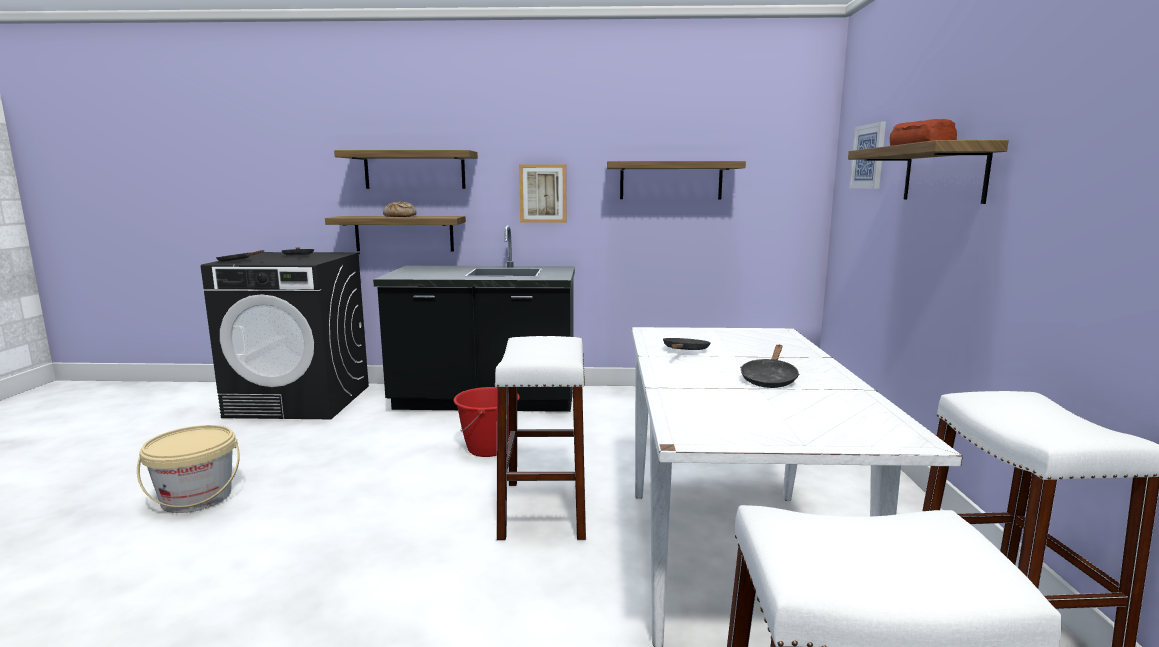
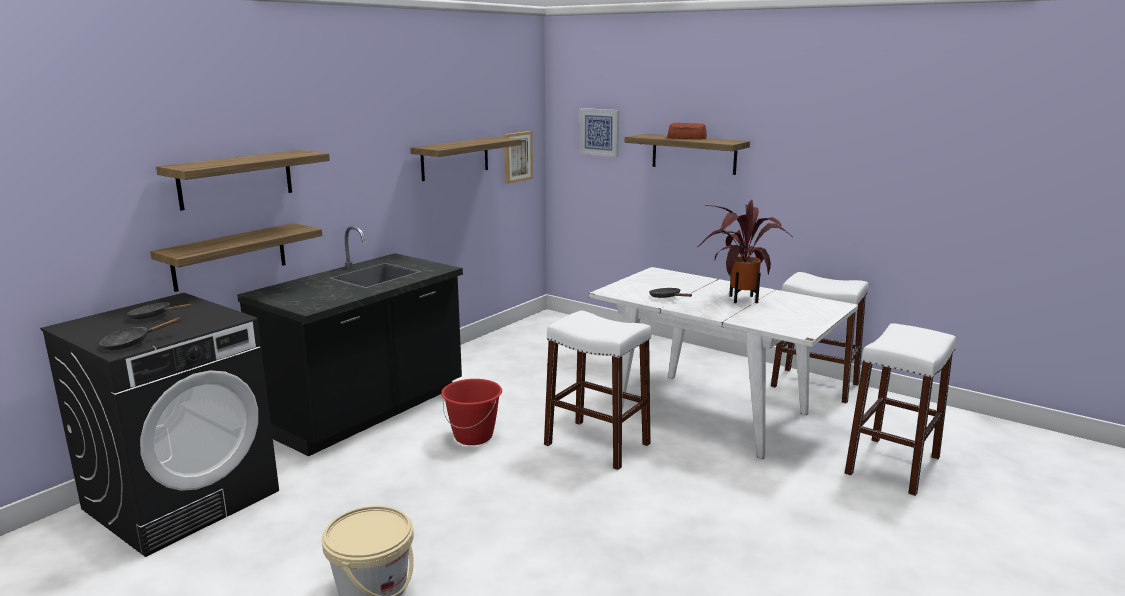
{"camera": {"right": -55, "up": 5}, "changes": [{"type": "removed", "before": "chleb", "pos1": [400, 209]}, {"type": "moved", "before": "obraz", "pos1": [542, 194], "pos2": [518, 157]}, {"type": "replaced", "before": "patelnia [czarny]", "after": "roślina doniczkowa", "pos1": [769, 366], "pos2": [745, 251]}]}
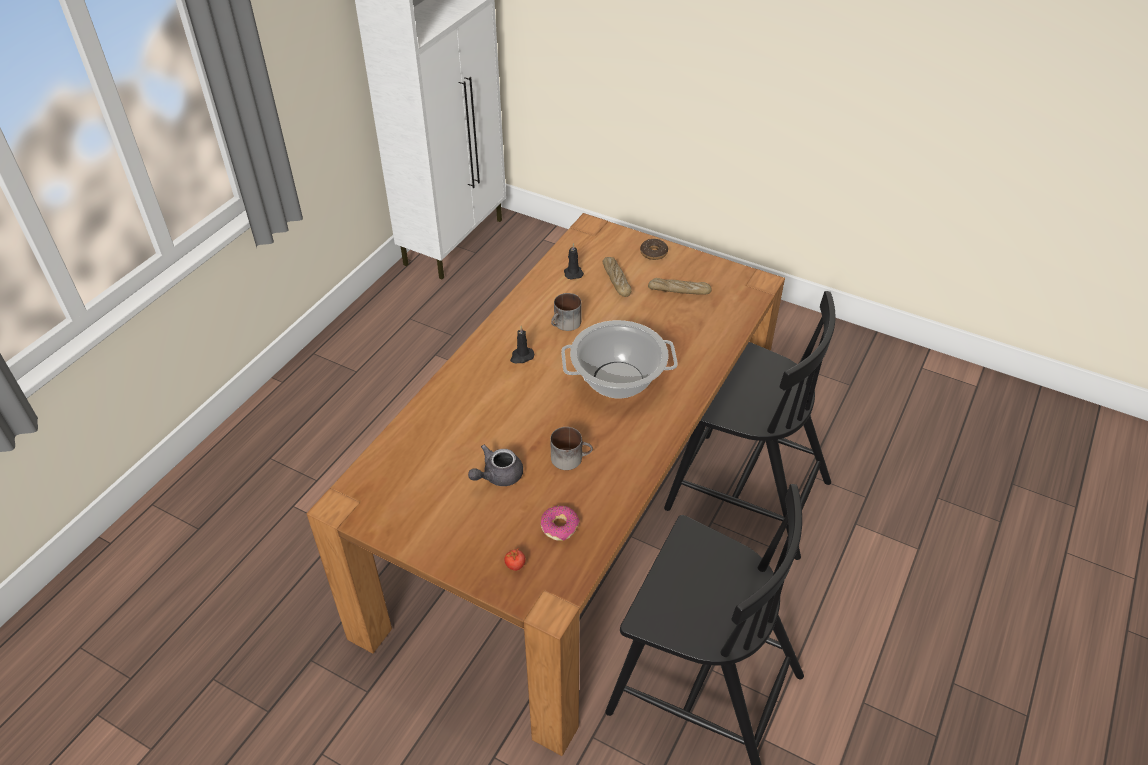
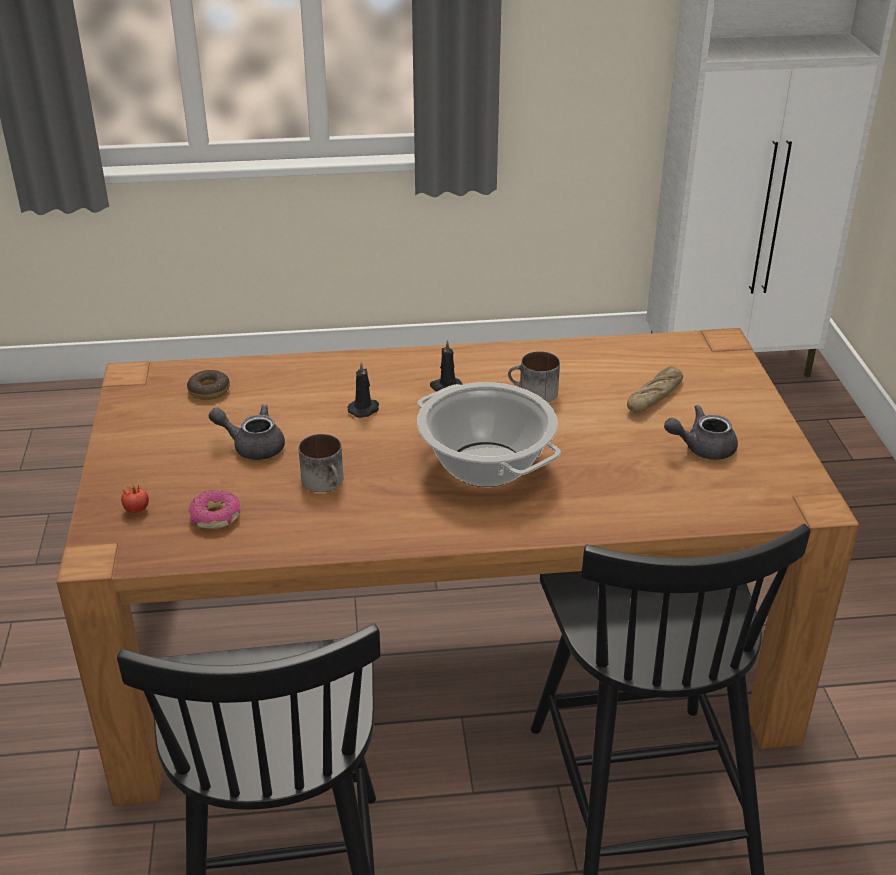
{"camera": {"right": 55, "up": -10}, "changes": [{"type": "moved", "before": "świeca [czarny]", "pos1": [574, 261], "pos2": [363, 389]}, {"type": "moved", "before": "donut", "pos1": [654, 249], "pos2": [208, 385]}, {"type": "replaced", "before": "chleb", "after": "imbryk [szary]", "pos1": [680, 286], "pos2": [701, 432]}]}
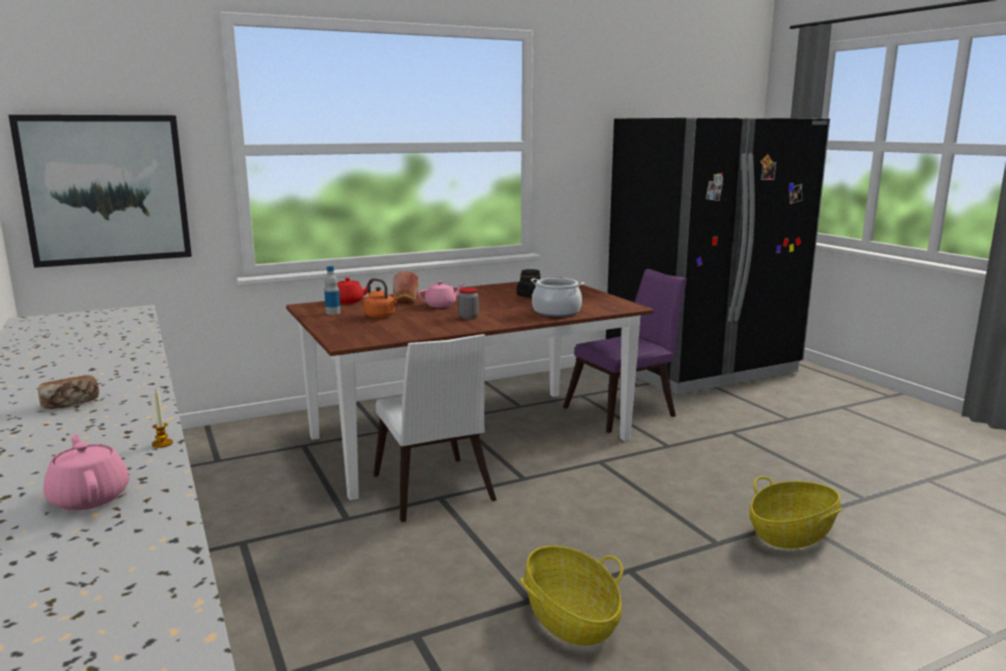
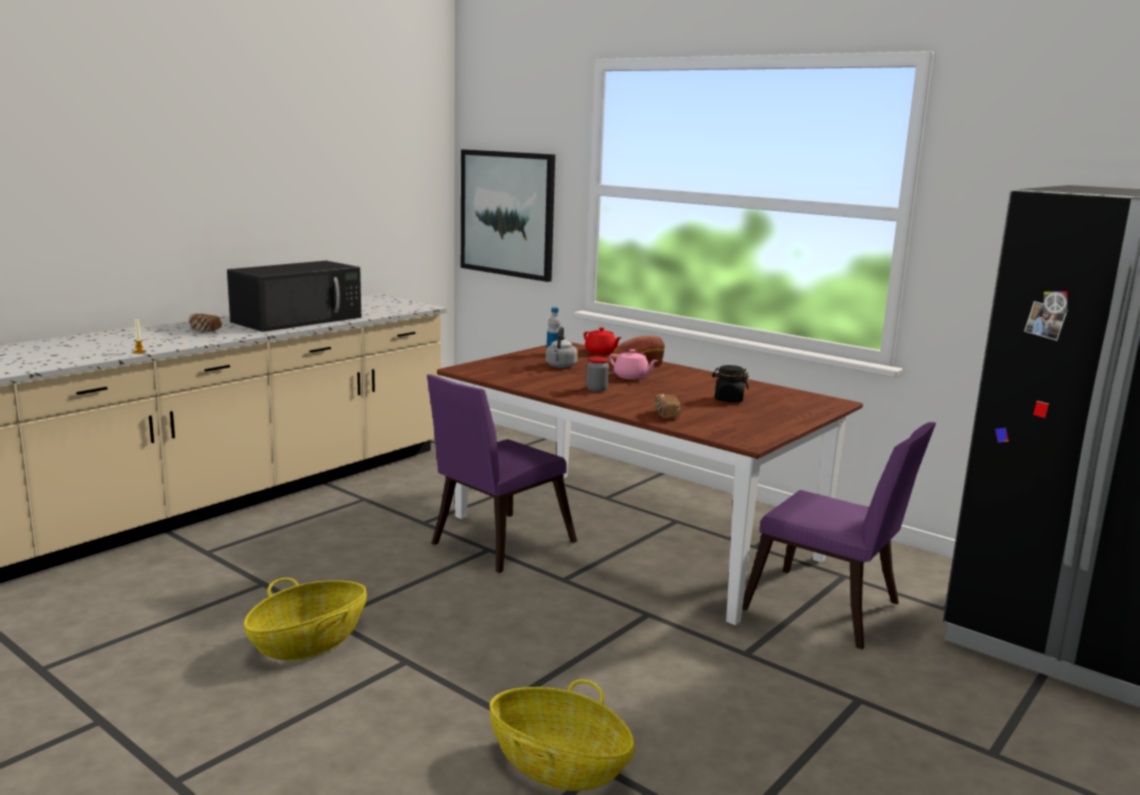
{"camera": {"right": 65, "up": 0}, "changes": [{"type": "removed", "before": "imbryk [różowy]", "pos1": [86, 472]}, {"type": "recoloured", "before": "czajnik [pomarańczowy]", "after": "czajnik [szary]", "pos1": [380, 298], "pos2": [562, 347]}, {"type": "recoloured", "before": "krzesło [biały]", "after": "krzesło [fioletowy]", "pos1": [435, 428], "pos2": [502, 473]}, {"type": "replaced", "before": "garnek", "after": "chleb", "pos1": [557, 297], "pos2": [667, 406]}, {"type": "added", "after": "mikrofalówka [czarny]", "pos2": [294, 296]}]}
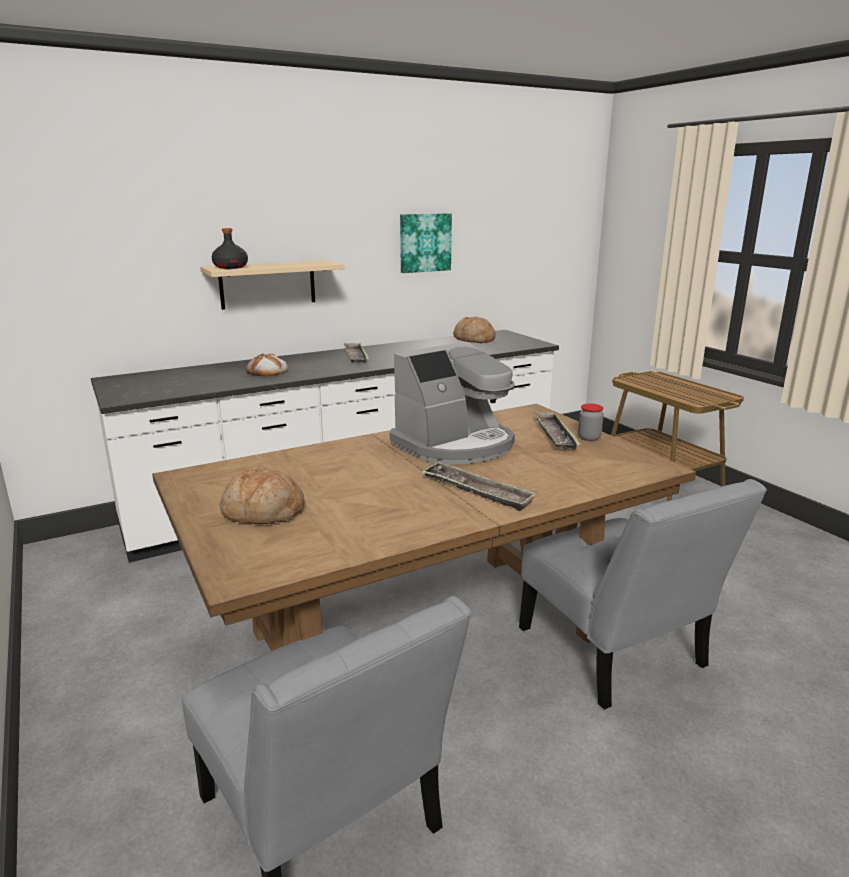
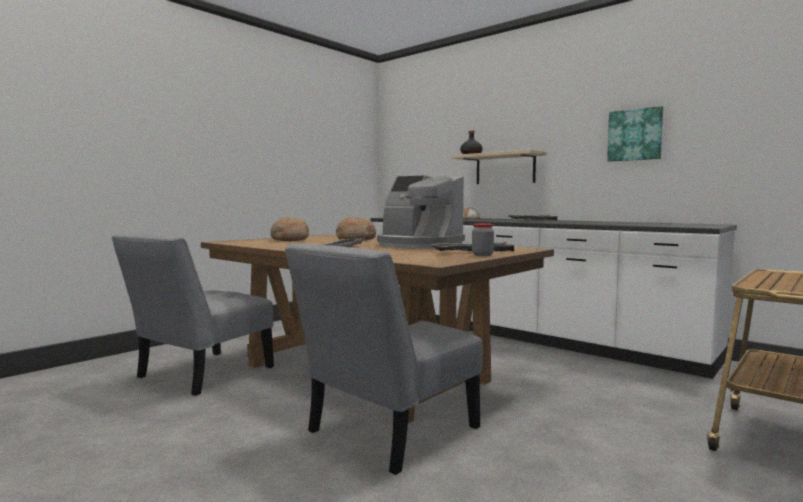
{"camera": {"right": 70, "up": -15}, "changes": [{"type": "moved", "before": "chleb", "pos1": [474, 329], "pos2": [356, 228]}]}
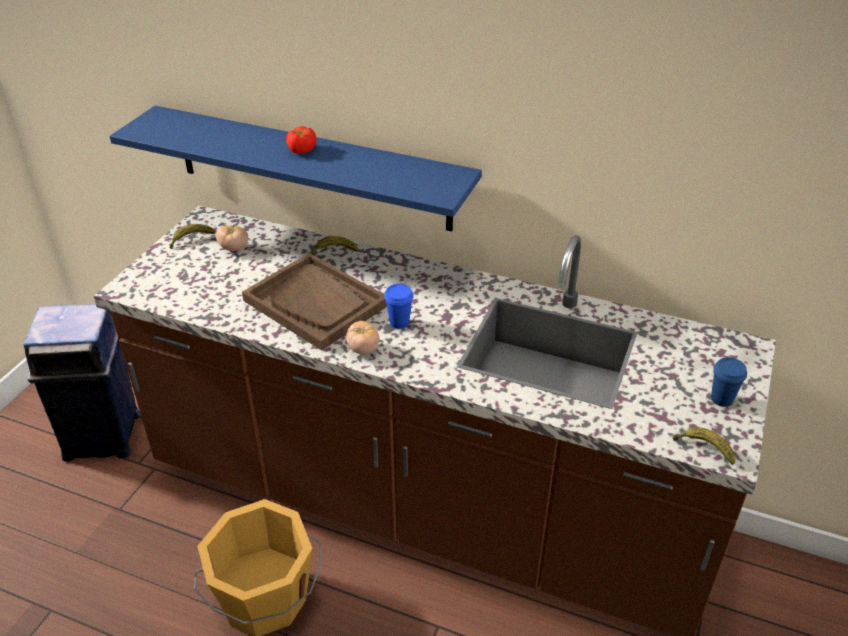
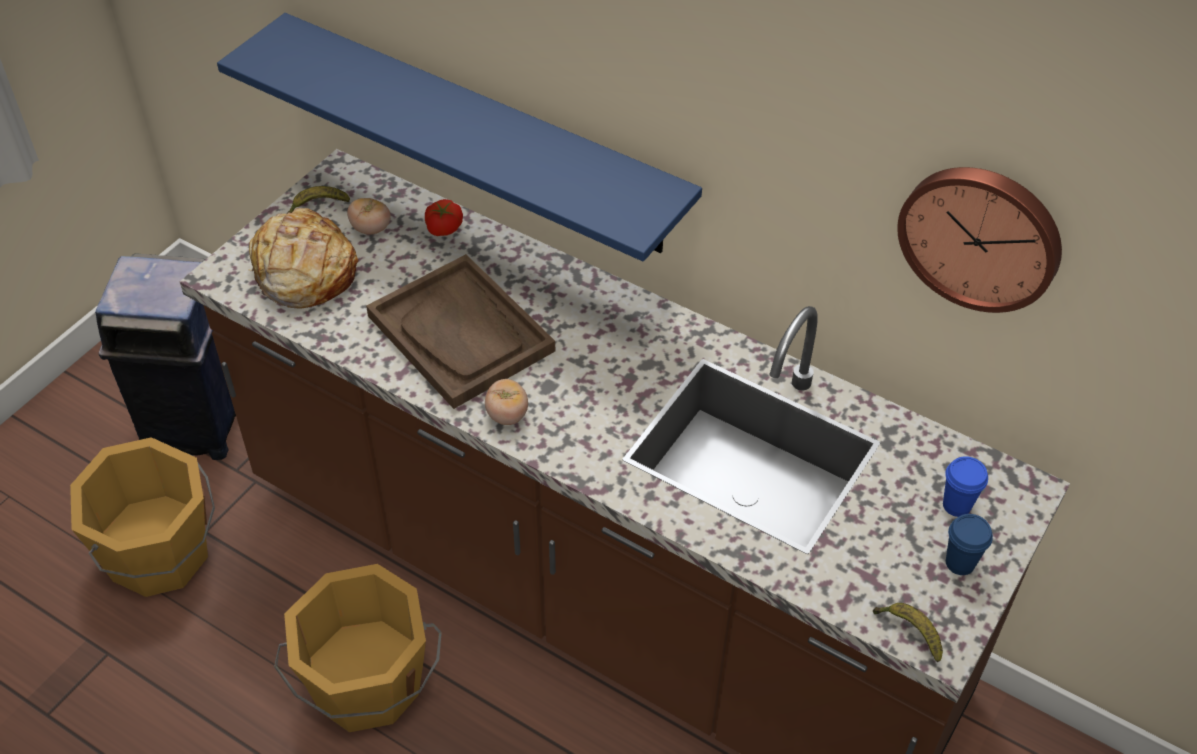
{"camera": {"right": 10, "up": 10}, "changes": [{"type": "moved", "before": "pomidor", "pos1": [301, 140], "pos2": [444, 217]}, {"type": "removed", "before": "banan", "pos1": [334, 245]}, {"type": "moved", "before": "filiżanka [niebieski]", "pos1": [398, 306], "pos2": [965, 486]}, {"type": "added", "after": "wiadro [pomarańczowy]", "pos2": [142, 517]}, {"type": "added", "after": "chleb", "pos2": [304, 258]}, {"type": "added", "after": "zegar ścienny", "pos2": [979, 240]}]}
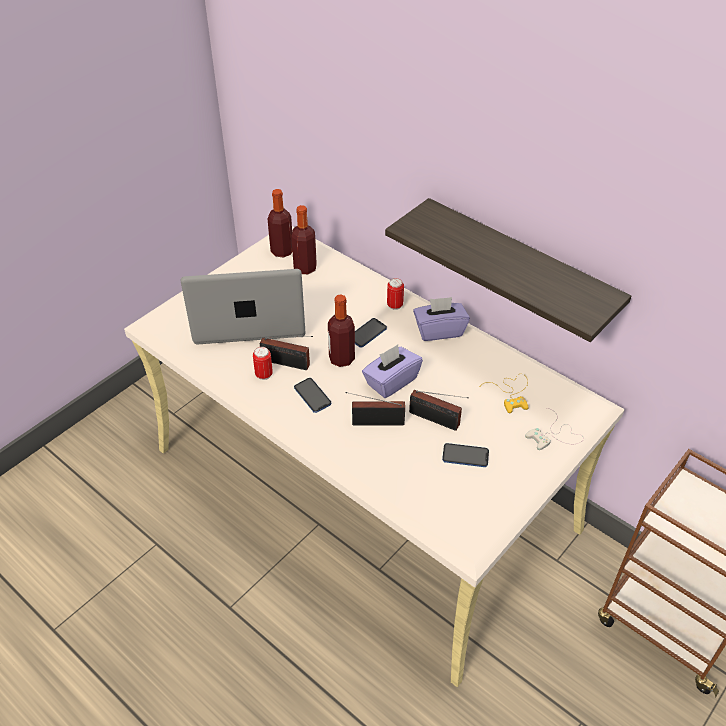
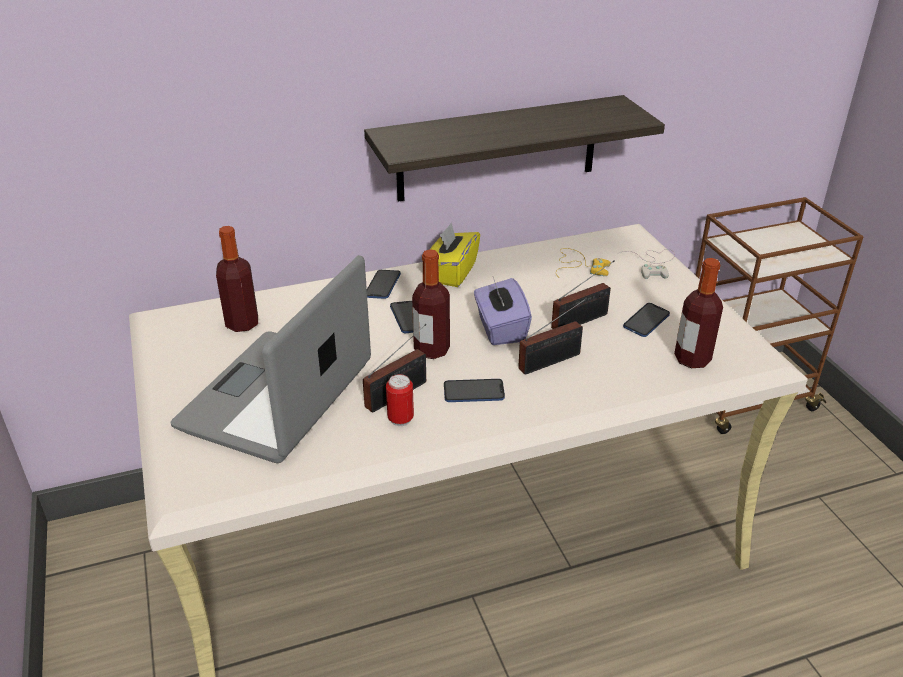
{"camera": {"right": -60, "up": -10}, "changes": [{"type": "moved", "before": "butelka", "pos1": [280, 223], "pos2": [698, 313]}, {"type": "turned", "before": "radio", "pos1": [375, 409], "pos2": [552, 336], "turn": -150}, {"type": "replaced", "before": "puszka", "after": "telefon", "pos1": [395, 294], "pos2": [384, 284]}, {"type": "recoloured", "before": "pudełko chusteczek [fioletowy]", "after": "pudełko chusteczek [żółty]", "pos1": [441, 319], "pos2": [455, 254]}]}
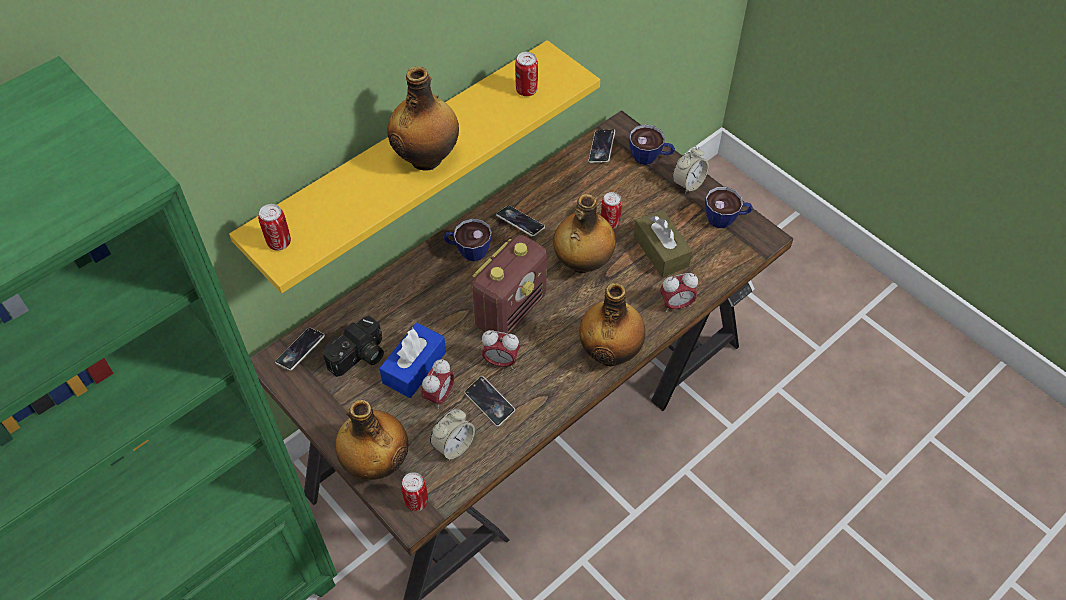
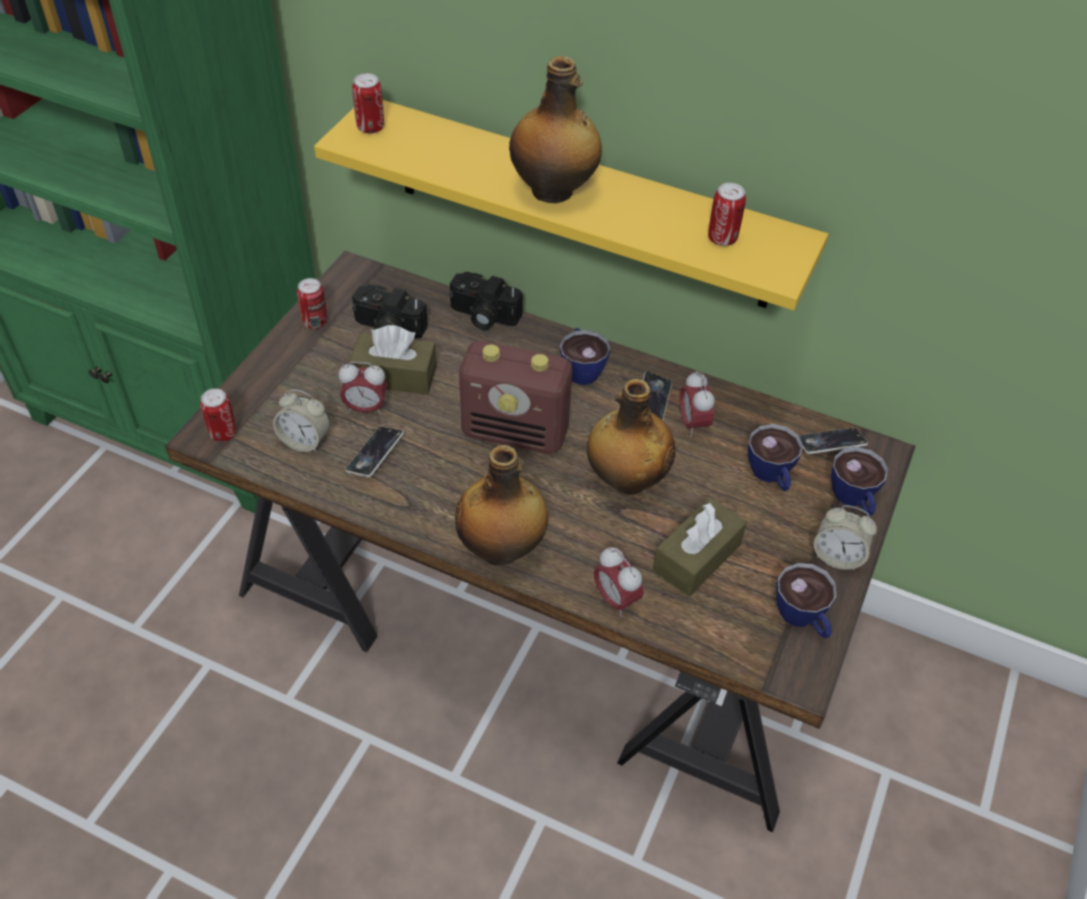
{"camera": {"right": 65, "up": -5}, "changes": [{"type": "removed", "before": "telefon", "pos1": [300, 349]}, {"type": "removed", "before": "butelka", "pos1": [371, 440]}, {"type": "recoloured", "before": "pudełko chusteczek [niebieski]", "after": "pudełko chusteczek [brązowy]", "pos1": [412, 360], "pos2": [393, 360]}, {"type": "moved", "before": "budzik", "pos1": [501, 349], "pos2": [697, 404]}, {"type": "moved", "before": "puszka", "pos1": [611, 210], "pos2": [312, 303]}, {"type": "added", "after": "aparat fotograficzny", "pos2": [486, 301]}, {"type": "added", "after": "filiżanka", "pos2": [775, 457]}]}
